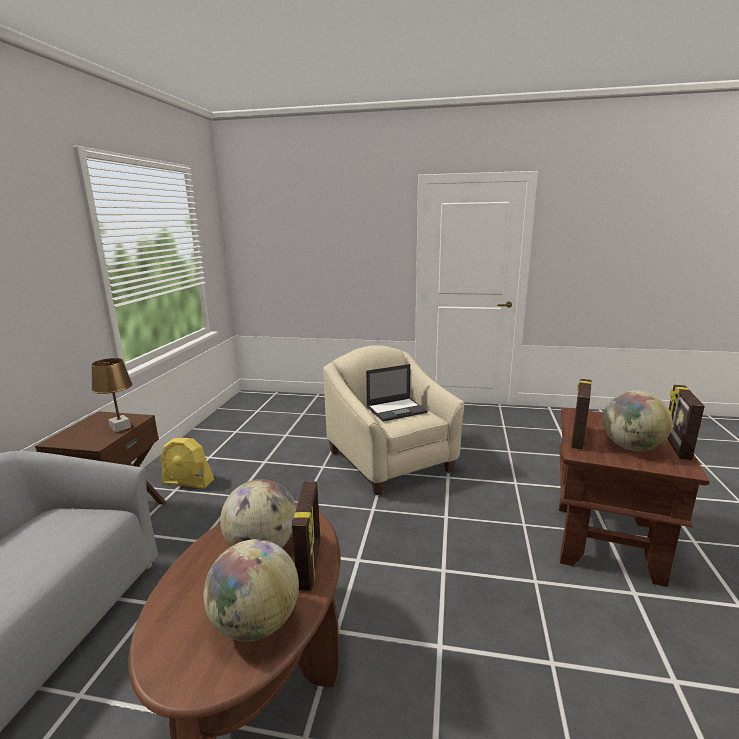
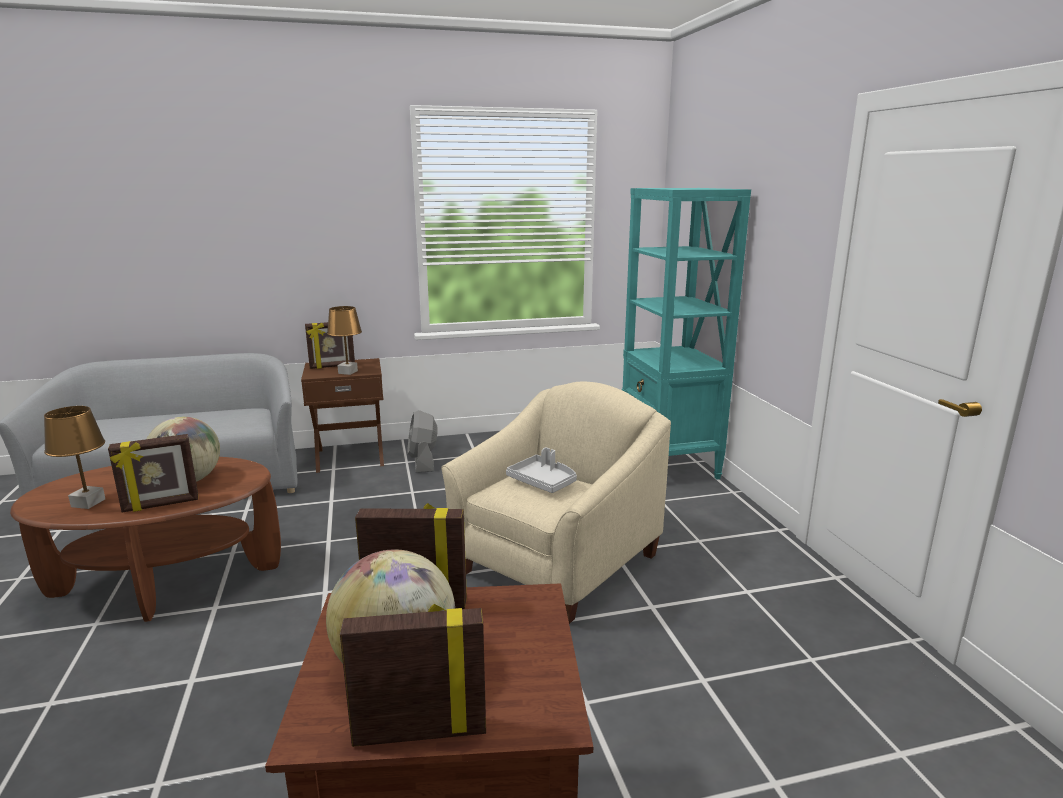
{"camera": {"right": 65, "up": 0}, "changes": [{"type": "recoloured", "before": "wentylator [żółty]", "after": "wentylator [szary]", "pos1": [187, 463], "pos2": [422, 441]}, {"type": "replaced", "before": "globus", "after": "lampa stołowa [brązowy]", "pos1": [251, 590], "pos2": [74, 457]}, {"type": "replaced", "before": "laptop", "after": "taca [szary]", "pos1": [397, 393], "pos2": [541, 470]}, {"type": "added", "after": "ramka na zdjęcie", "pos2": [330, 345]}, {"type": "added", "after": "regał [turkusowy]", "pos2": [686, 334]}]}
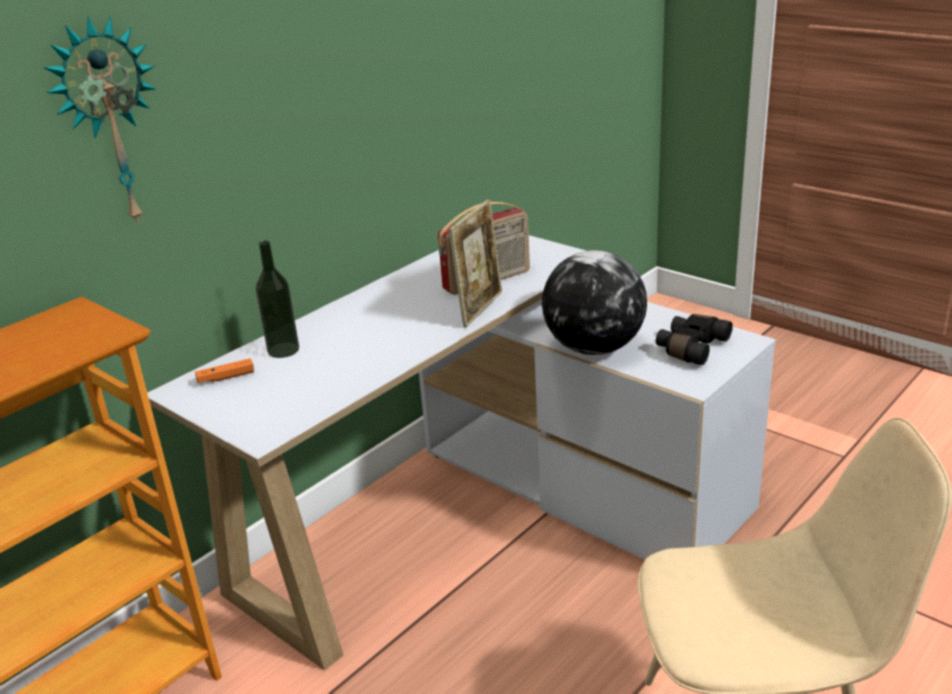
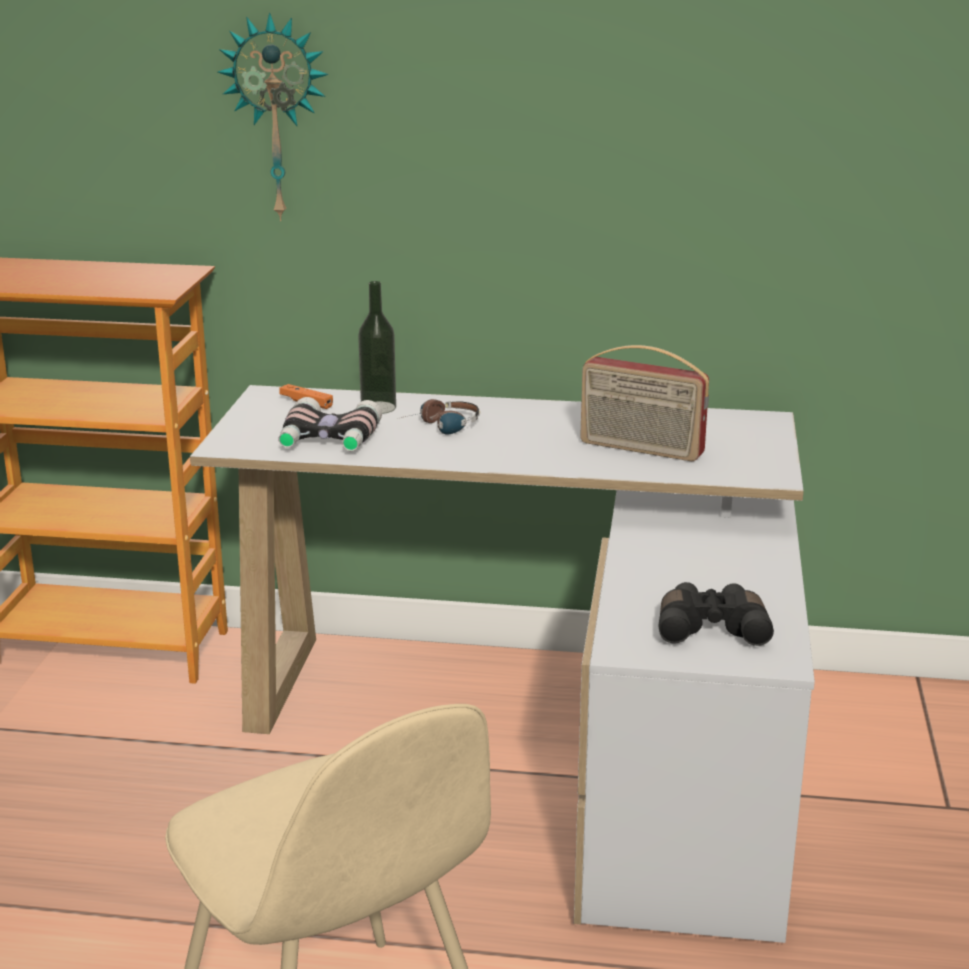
{"camera": {"right": 55, "up": -5}, "changes": [{"type": "removed", "before": "ramka na zdjęcie", "pos1": [475, 263]}, {"type": "removed", "before": "globus", "pos1": [594, 302]}, {"type": "added", "after": "lornetka", "pos2": [330, 424]}, {"type": "added", "after": "słuchawki", "pos2": [440, 417]}]}
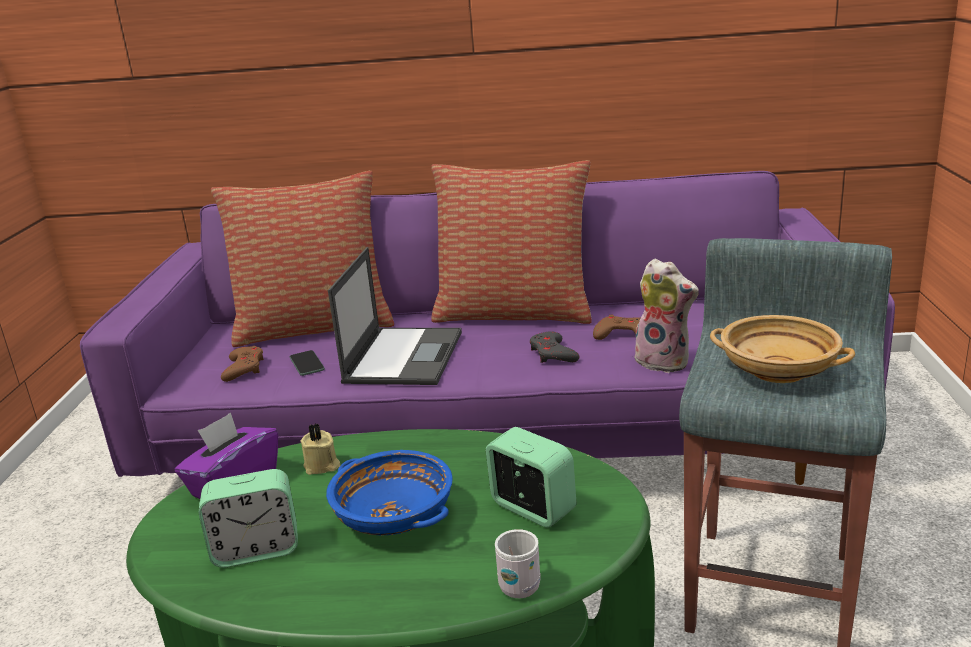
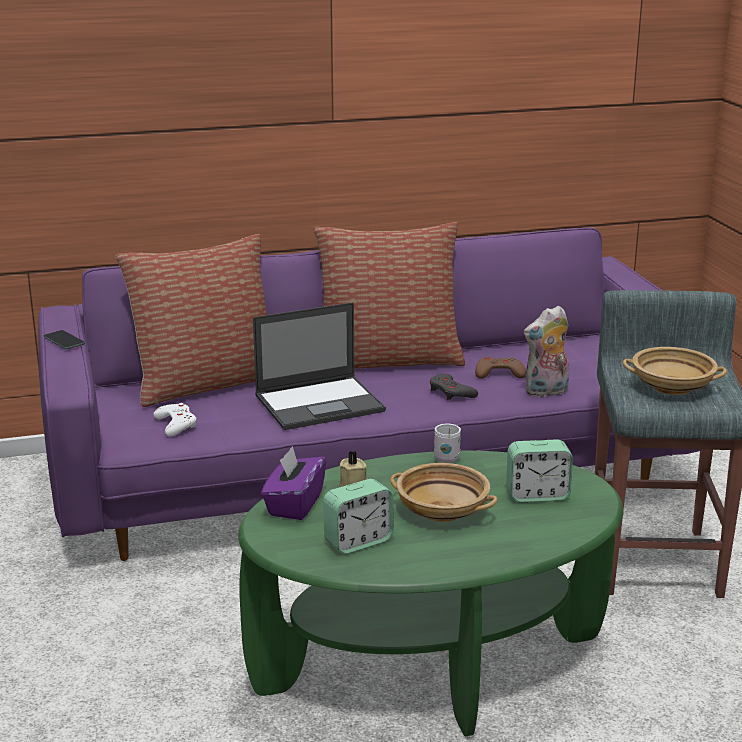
{"camera": {"right": -20, "up": 0}, "changes": [{"type": "recoloured", "before": "pad do gier [brązowy]", "after": "pad do gier [biały]", "pos1": [242, 364], "pos2": [174, 420]}, {"type": "moved", "before": "telefon", "pos1": [307, 363], "pos2": [64, 339]}, {"type": "recoloured", "before": "miska [niebieski]", "after": "miska [beżowy]", "pos1": [389, 492], "pos2": [444, 492]}, {"type": "turned", "before": "laptop", "pos1": [395, 316], "pos2": [319, 366], "turn": 75}, {"type": "turned", "before": "budzik", "pos1": [531, 477], "pos2": [539, 470], "turn": 150}, {"type": "moved", "before": "kubek [biały]", "pos1": [517, 563], "pos2": [447, 443]}, {"type": "turned", "before": "pluszak", "pos1": [666, 316], "pos2": [546, 351], "turn": 135}]}
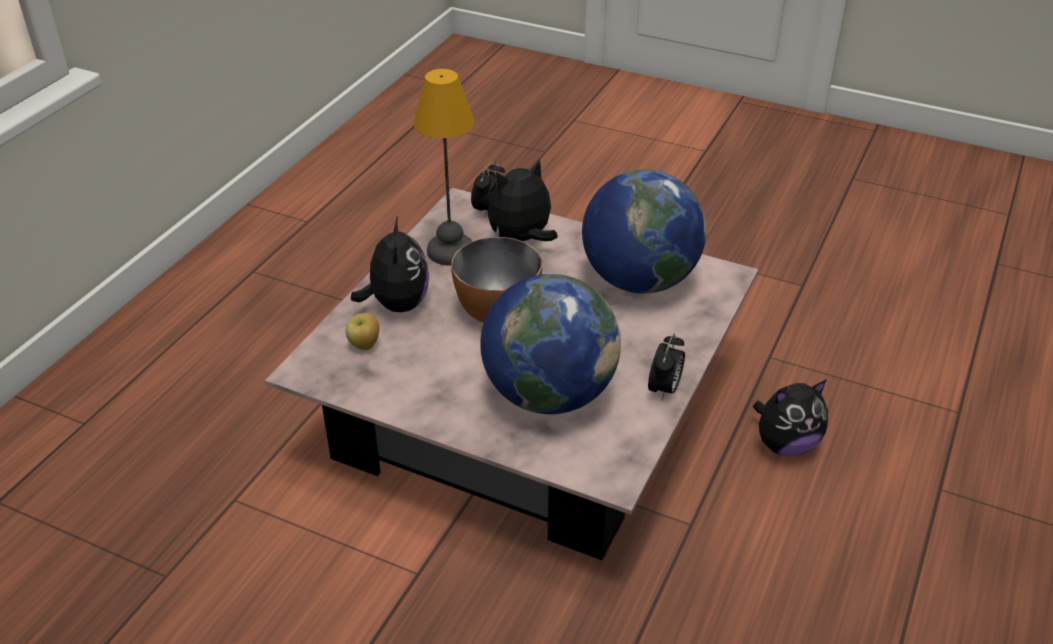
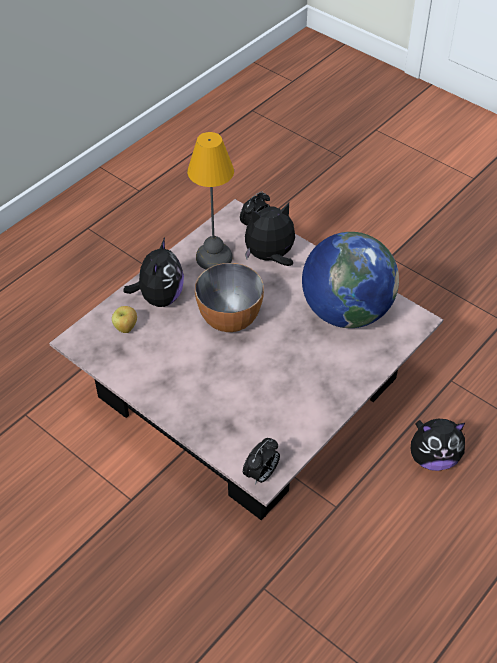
{"camera": {"right": 15, "up": 10}, "changes": [{"type": "removed", "before": "globus", "pos1": [550, 344]}, {"type": "moved", "before": "budzik", "pos1": [666, 367], "pos2": [261, 461]}]}
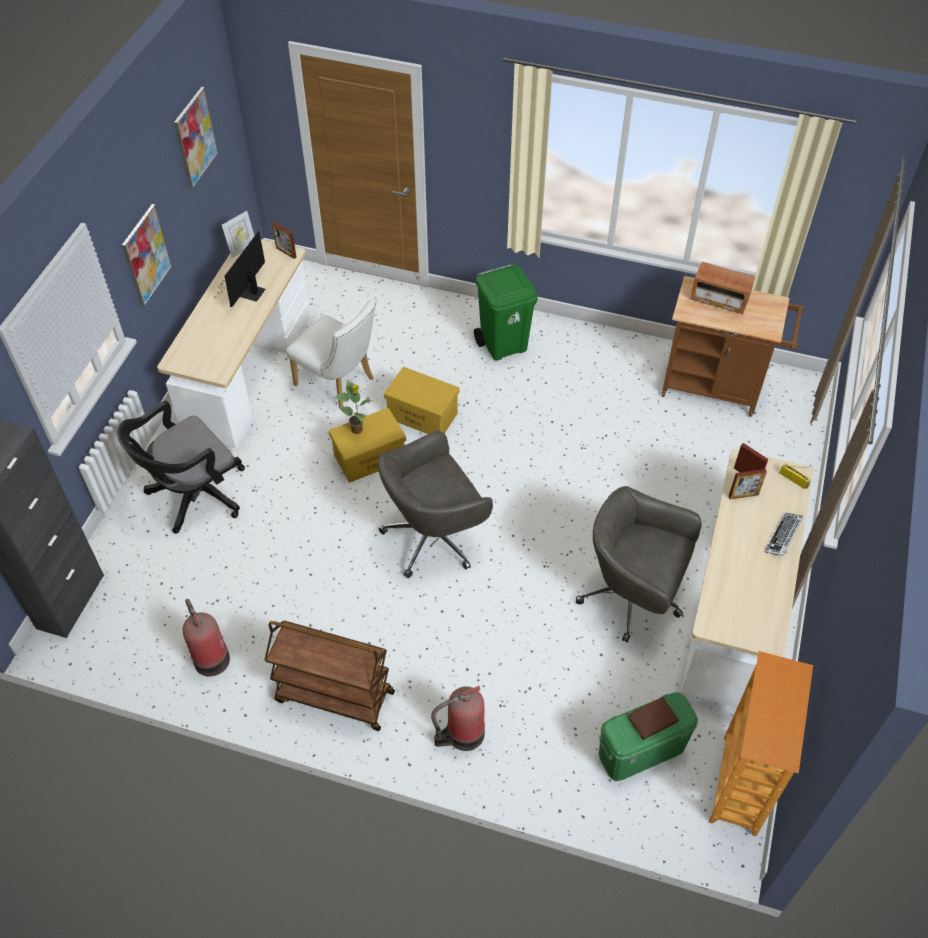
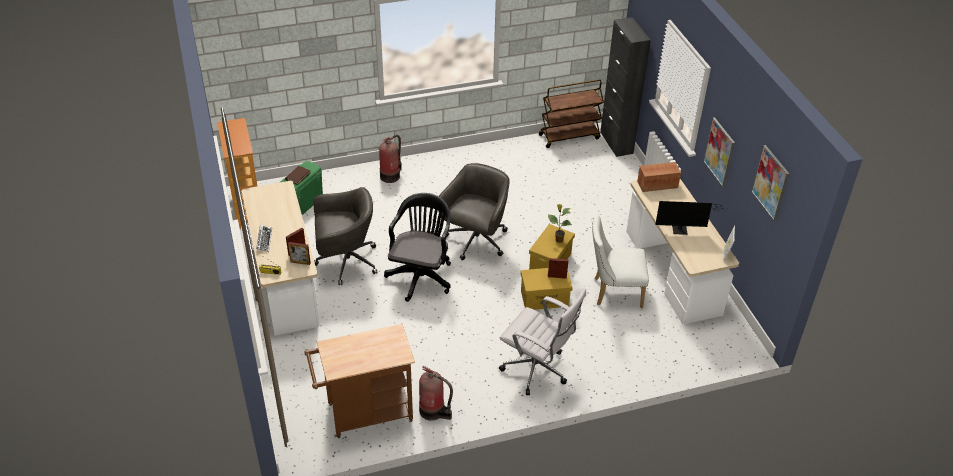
{"camera": {"right": 145, "up": -10}, "changes": [{"type": "moved", "before": "krzesło biurowe [czarny]", "pos1": [181, 467], "pos2": [417, 247]}, {"type": "moved", "before": "gaśnica", "pos1": [206, 637], "pos2": [436, 393]}, {"type": "turned", "before": "monitor", "pos1": [240, 269], "pos2": [691, 218], "turn": 105}, {"type": "moved", "before": "wózek [brązowy]", "pos1": [329, 675], "pos2": [571, 113]}, {"type": "moved", "before": "ramka na zdjęcie", "pos1": [284, 240], "pos2": [558, 268]}, {"type": "replaced", "before": "kosz na śmieci [zielony]", "after": "krzesło biurowe [biały]", "pos1": [506, 312], "pos2": [542, 341]}, {"type": "moved", "before": "radio", "pos1": [722, 288], "pos2": [659, 177]}]}
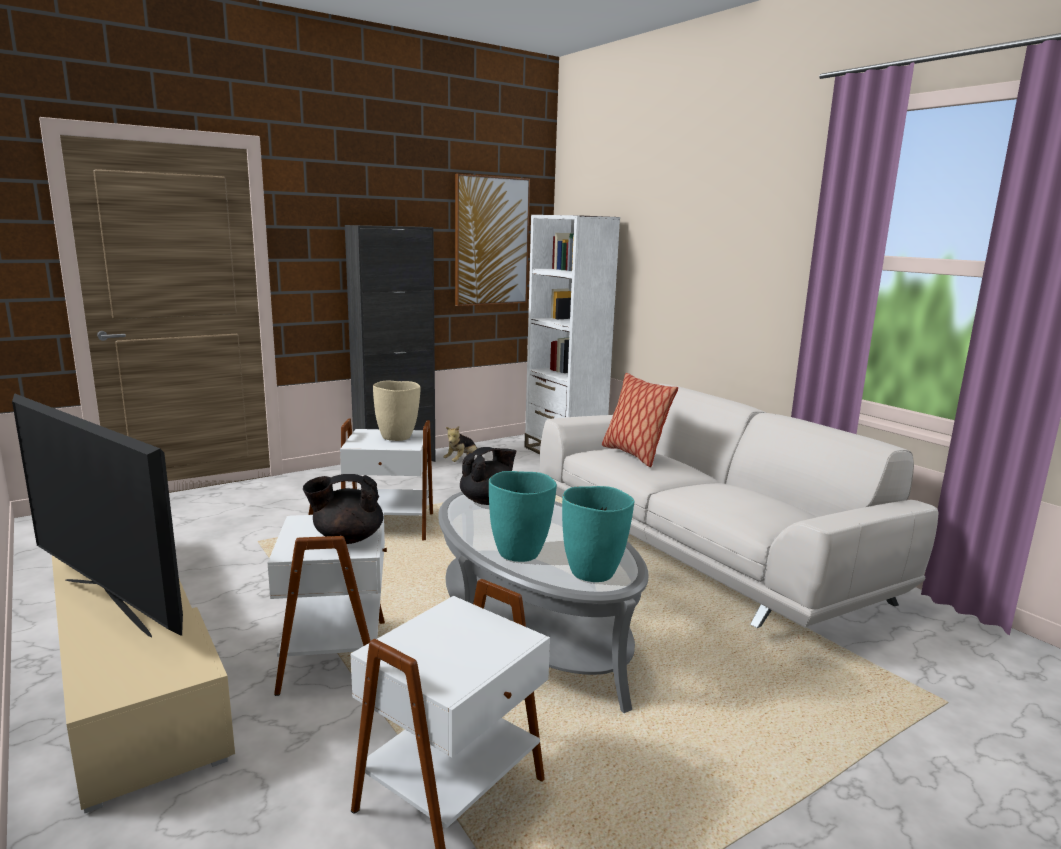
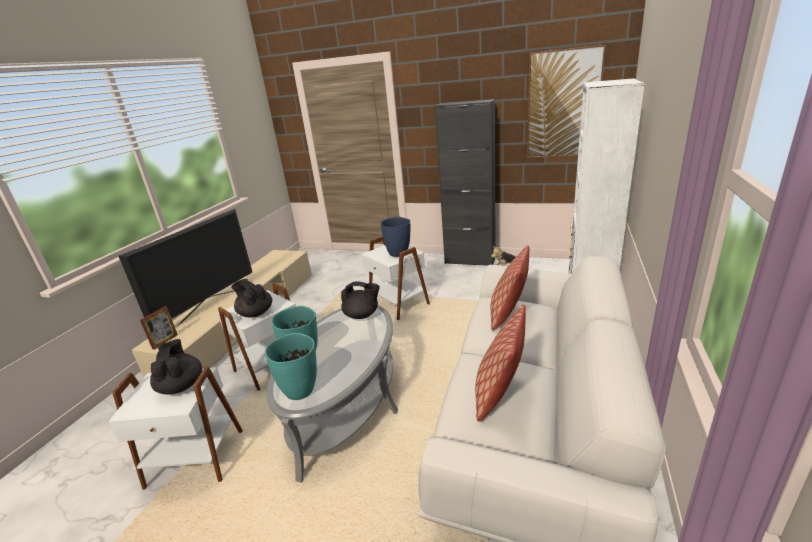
{"camera": {"right": 55, "up": 10}, "changes": [{"type": "turned", "before": "telewizor", "pos1": [97, 515], "pos2": [185, 267], "turn": -150}, {"type": "recoloured", "before": "wazon [beżowy]", "after": "wazon [niebieski]", "pos1": [397, 410], "pos2": [395, 237]}, {"type": "added", "after": "ramka na zdjęcie", "pos2": [159, 328]}, {"type": "added", "after": "imbryk [czarny]", "pos2": [176, 367]}, {"type": "added", "after": "poduszka", "pos2": [500, 362]}]}
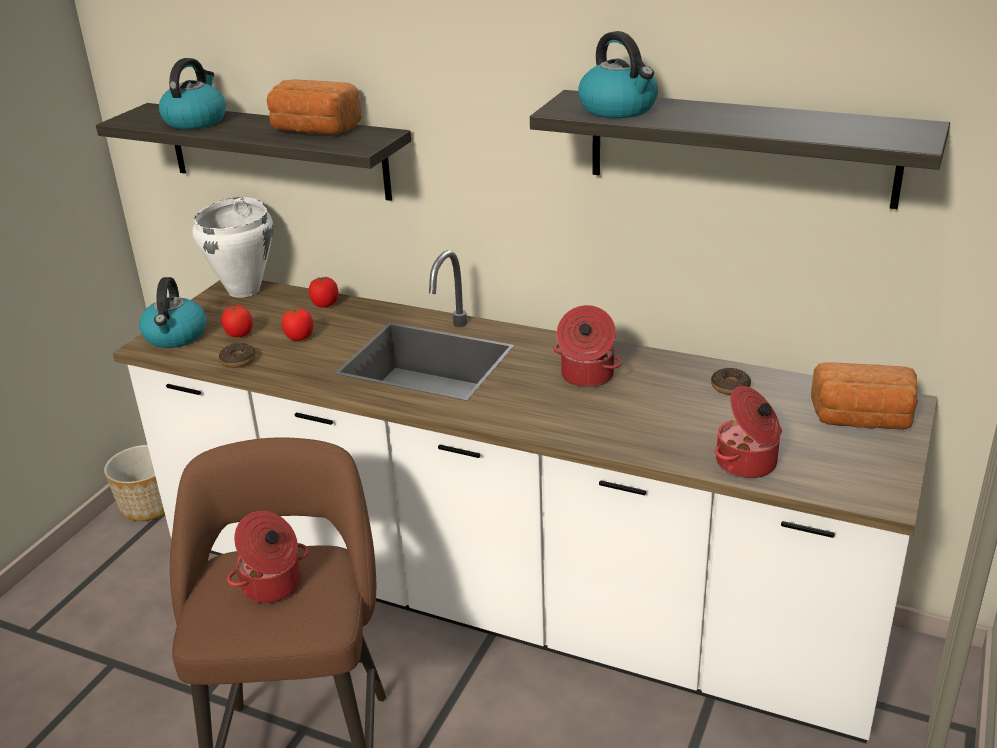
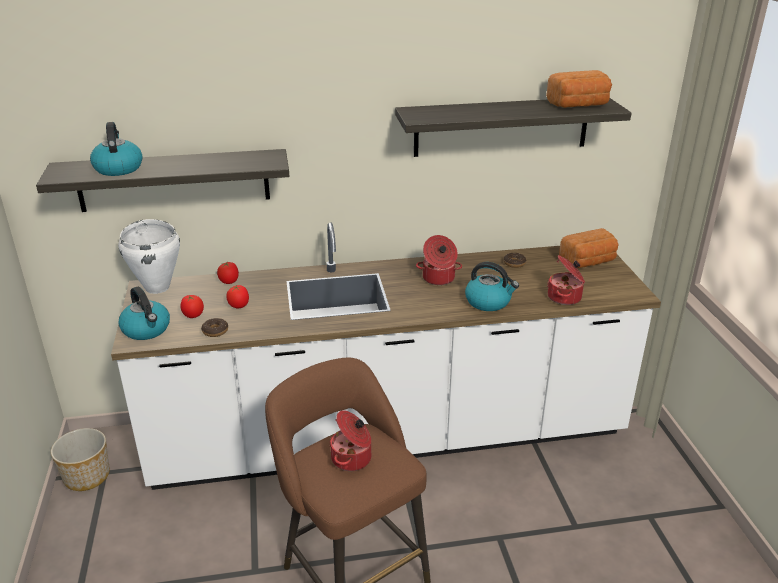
{"camera": {"right": -35, "up": 0}, "changes": [{"type": "moved", "before": "chleb", "pos1": [314, 106], "pos2": [579, 89]}, {"type": "moved", "before": "czajnik", "pos1": [618, 74], "pos2": [492, 286]}]}
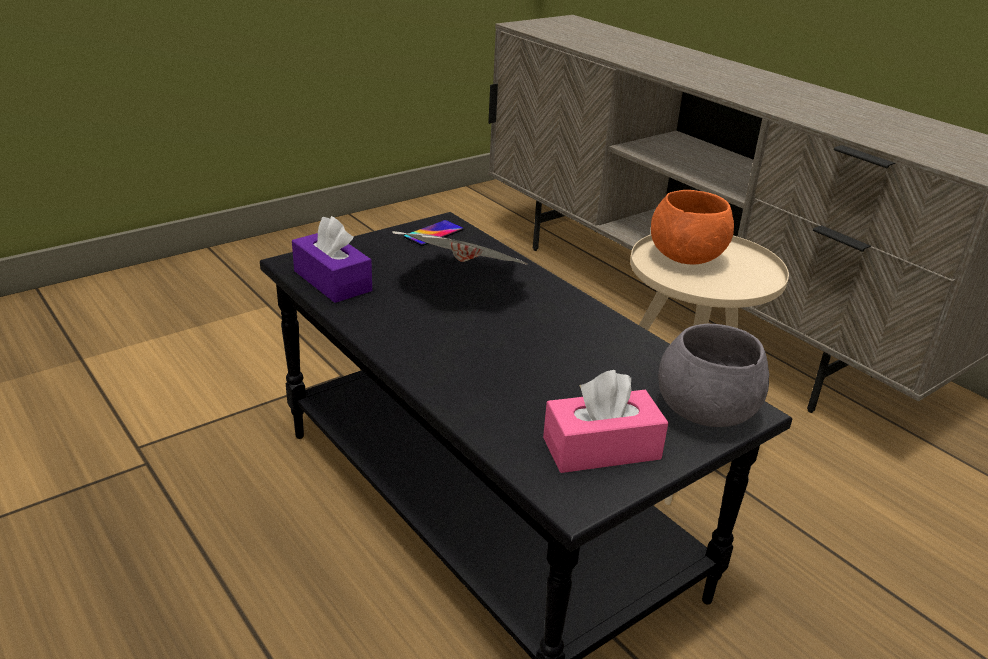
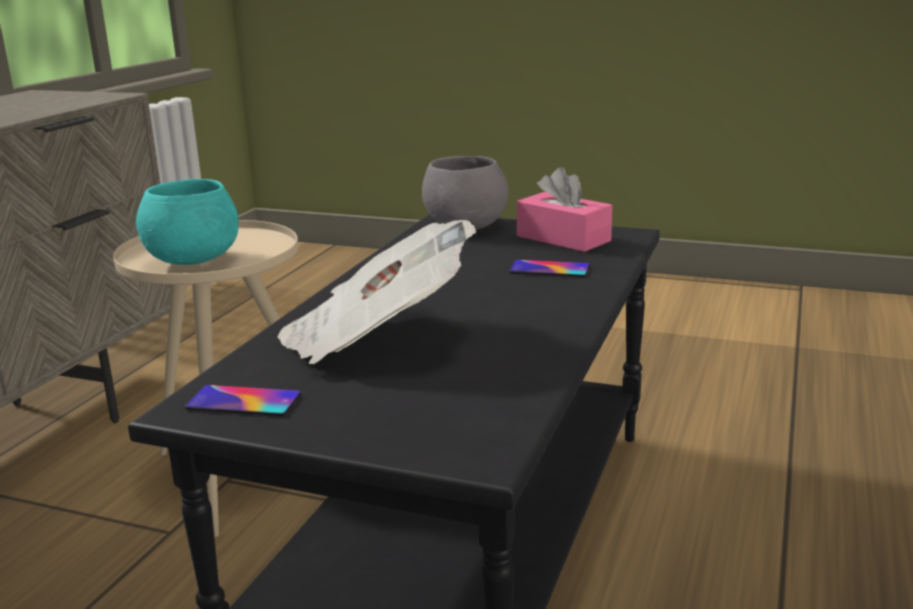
{"camera": {"right": -120, "up": -10}, "changes": [{"type": "removed", "before": "pudełko chusteczek [fioletowy]", "pos1": [332, 259]}, {"type": "recoloured", "before": "miska [pomarańczowy]", "after": "miska [turkusowy]", "pos1": [692, 227], "pos2": [187, 222]}, {"type": "added", "after": "telefon", "pos2": [549, 268]}]}
